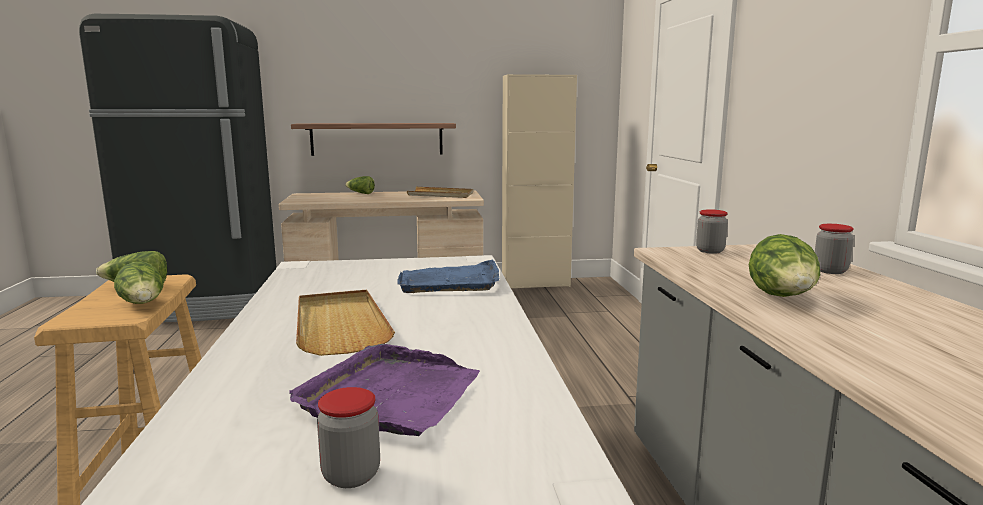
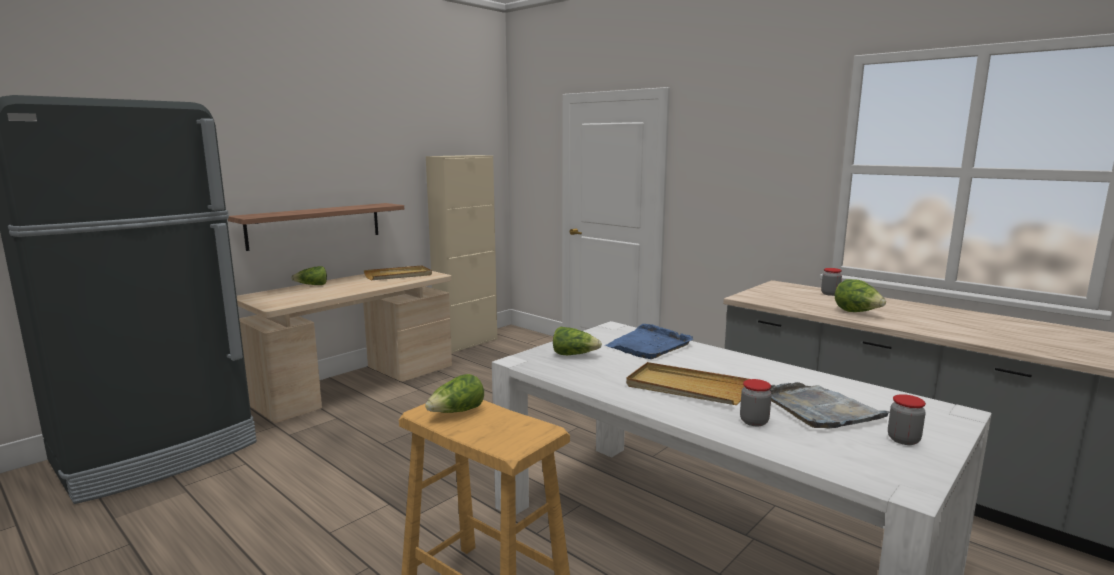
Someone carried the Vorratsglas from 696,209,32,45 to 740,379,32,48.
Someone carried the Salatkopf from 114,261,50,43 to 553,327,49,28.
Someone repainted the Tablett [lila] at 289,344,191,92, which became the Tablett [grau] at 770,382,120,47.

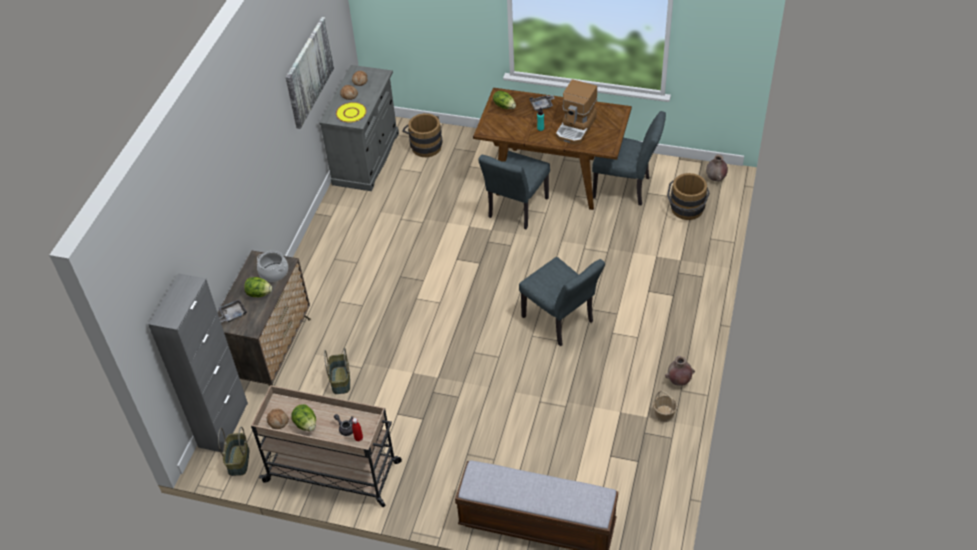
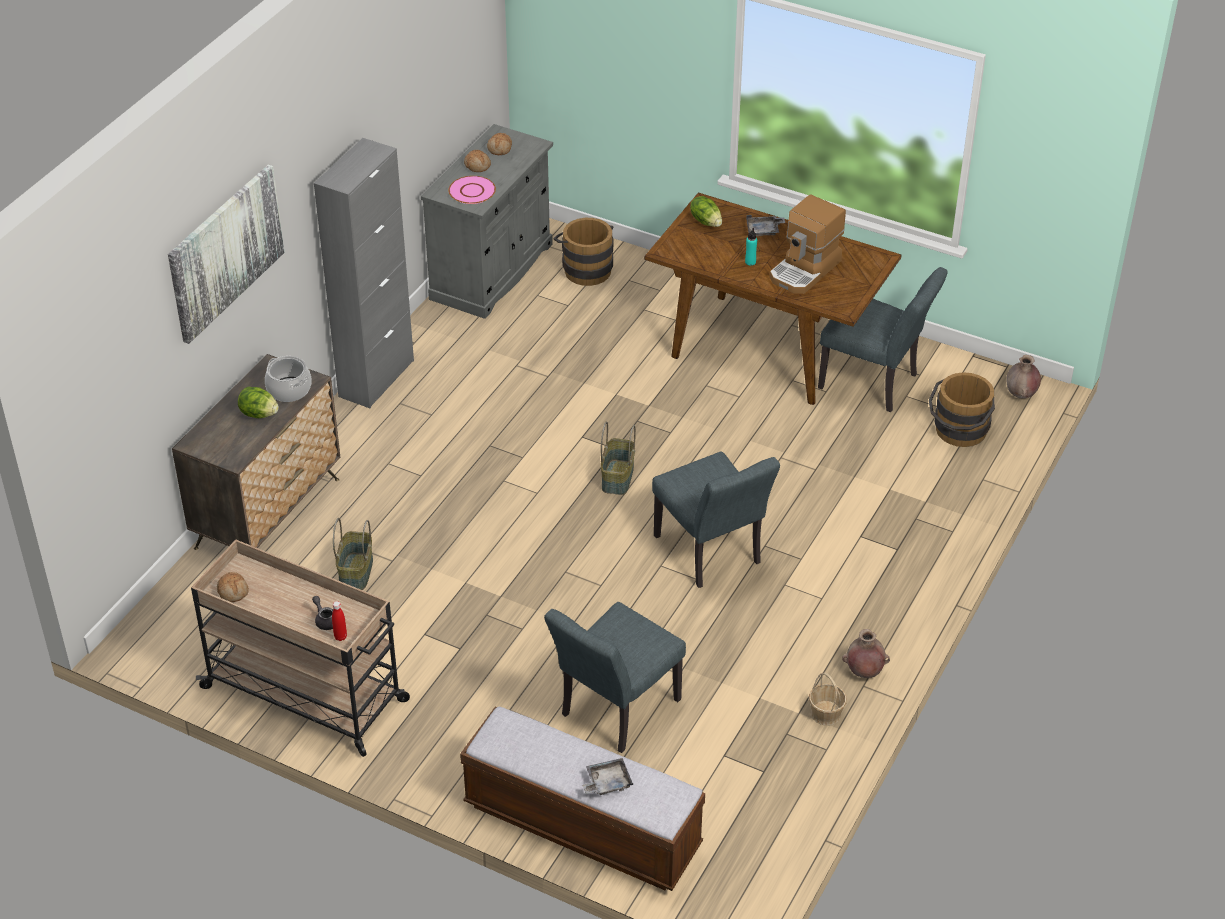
Someone carried the Bild from 286,17,48,112 to 168,165,117,179.
Someone repainted the Teller [gelb] at 336,102,31,21, which became the Teller [rosa] at 448,176,48,28.
Someone carried the Stuhl [grau] from 478,151,72,79 to 544,602,142,151.
Someone carried the Schrank [grau] from 148,273,100,180 to 314,138,100,270.
Someone carried the Tablett [grau] from 219,299,28,23 to 582,758,51,37.
Someone took away the Salatkopf at 291,404,25,27.
Someone carried the Korb from 218,427,31,49 to 601,421,35,74.

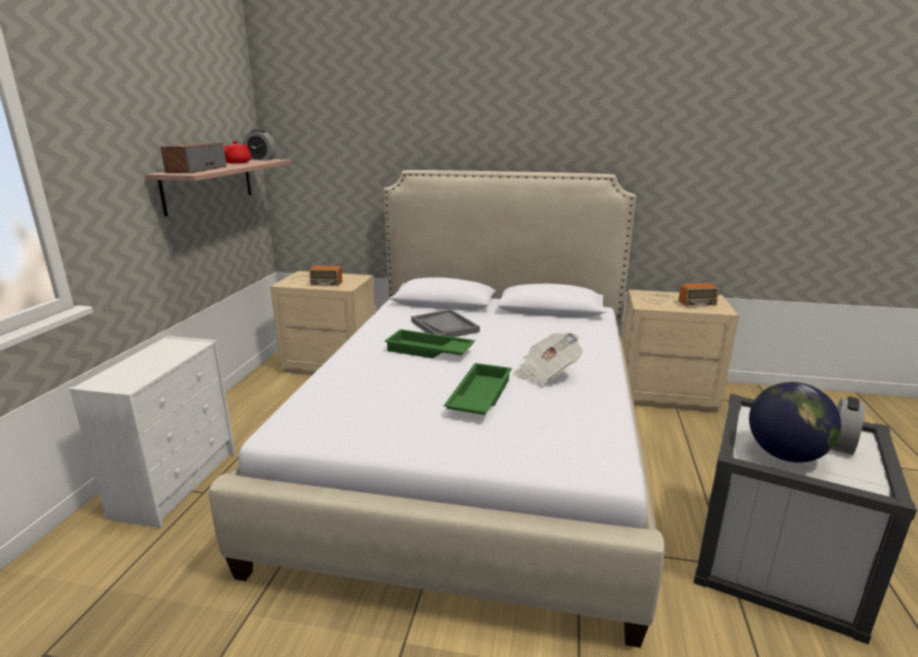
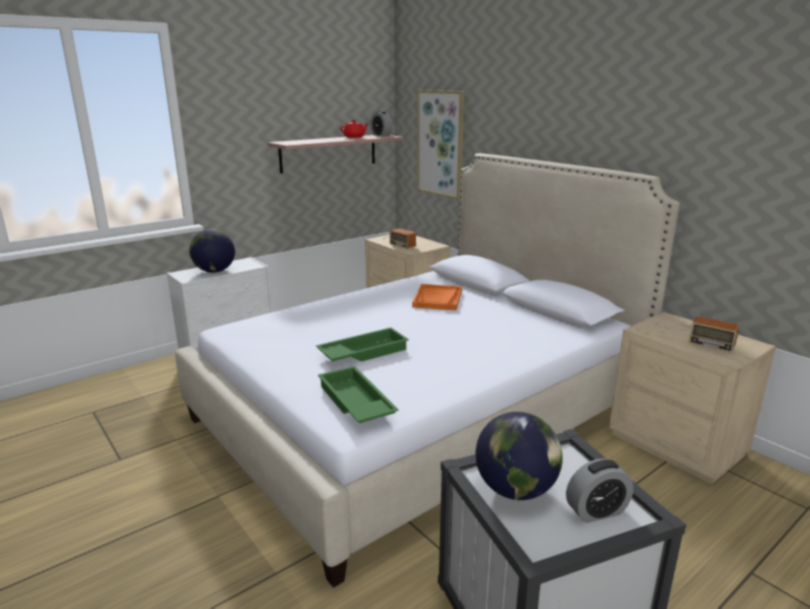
Someone took away the Lautsprecher at 160,143,66,31.
Someone repainted the Tablett [grau] at 411,309,69,28, which became the Tablett [orange] at 412,284,50,26.
Someone carried the Tablett [grün] from 385,329,90,29 to 318,366,81,57.
Someone took away the Zeitung at 514,333,68,51.
Someone put up the Bild at 418,90,46,110.
Someone put down the Globus at 189,229,46,44.

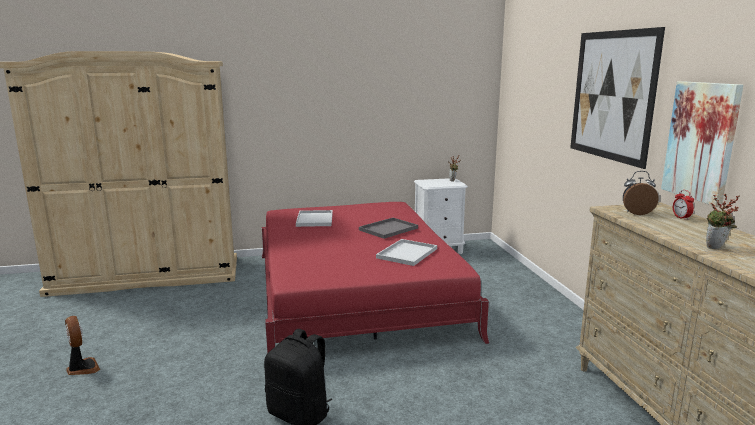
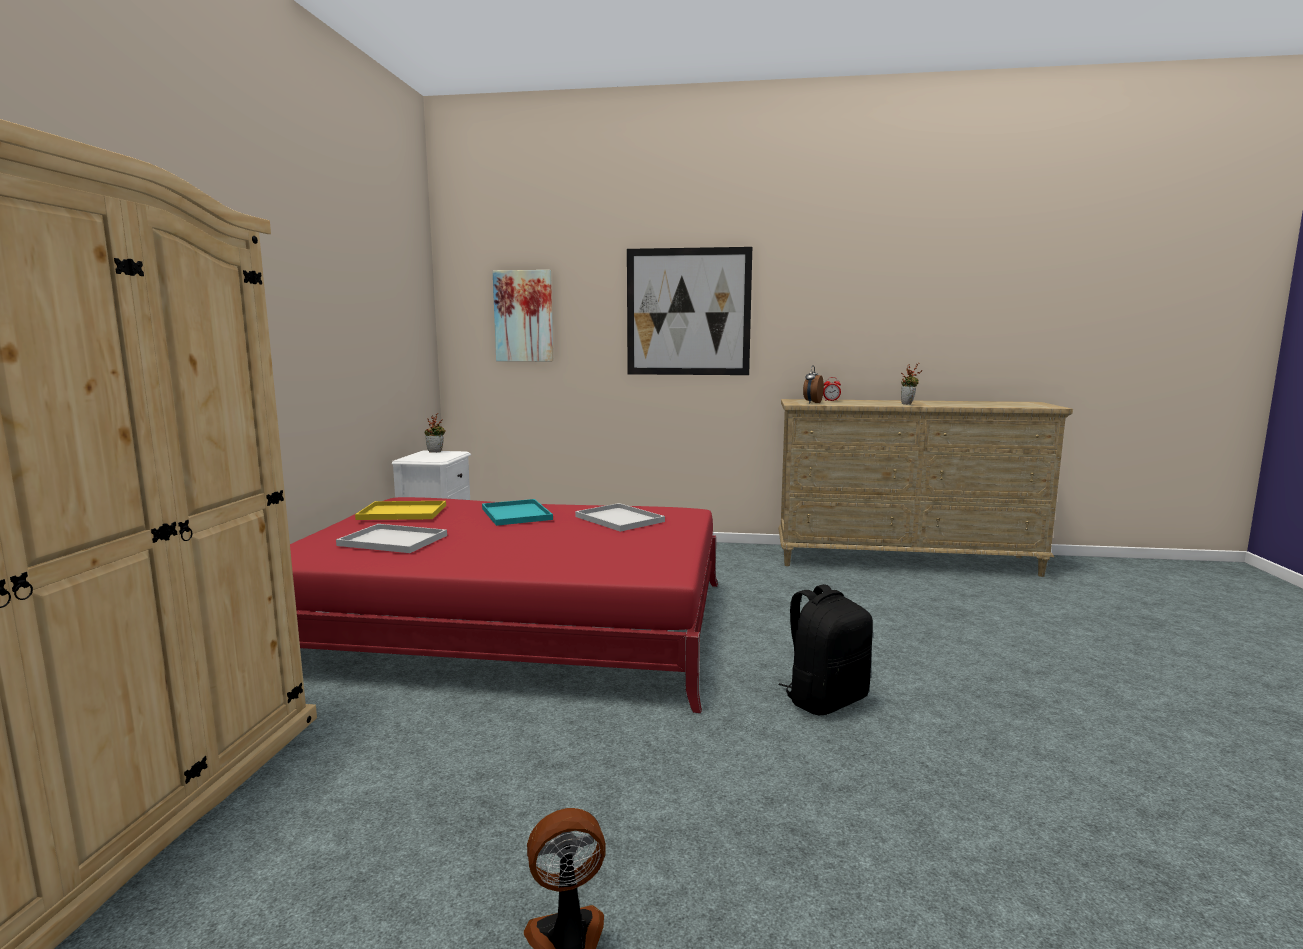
Someone carried the Bild from 661,81,83,126 to 493,270,60,91.
Someone repainted the Tablett [grau] at 359,218,59,21, which became the Tablett [türkis] at 482,499,71,27.
Someone put down the Tablett [gelb] at 355,501,91,19.

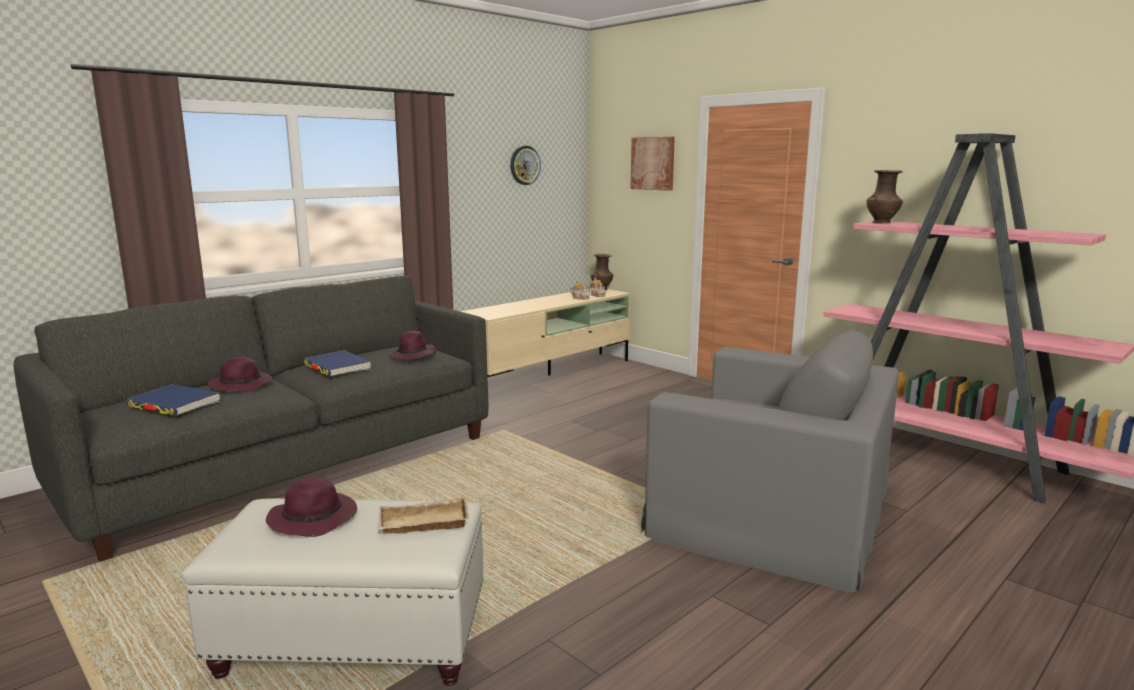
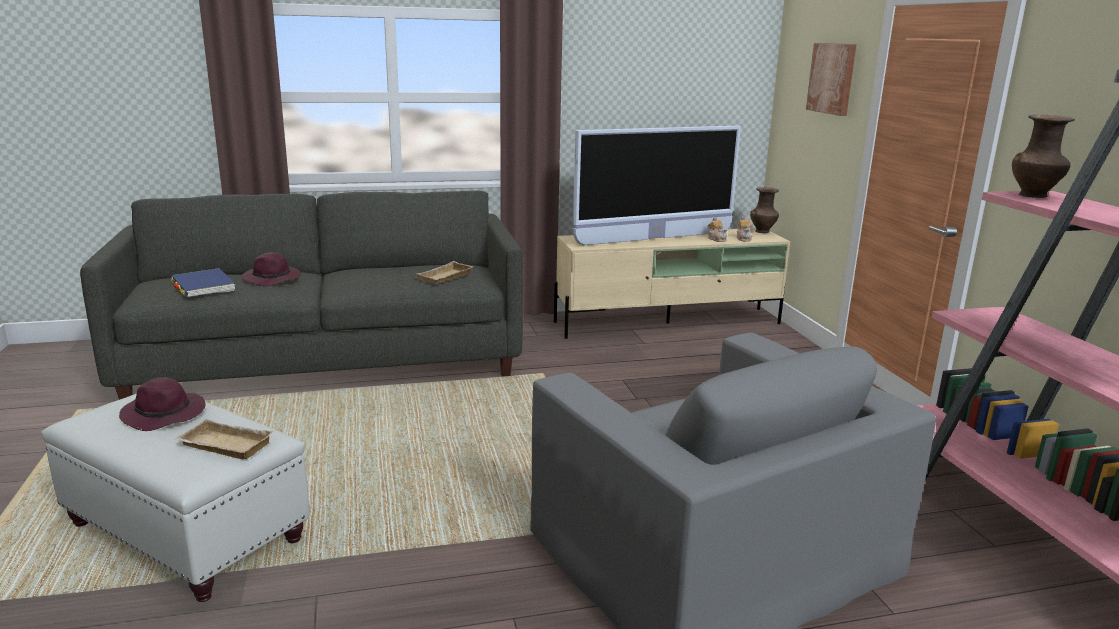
Someone took away the Wanduhr at 510,146,31,39.
Someone swapped the Hut [lila] at 389,331,47,29 for the Tablett [beige] at 416,261,57,23.
Someone took away the Buch [blau] at 303,350,68,27.
Someone put down the Fernseher at 573,126,168,119.

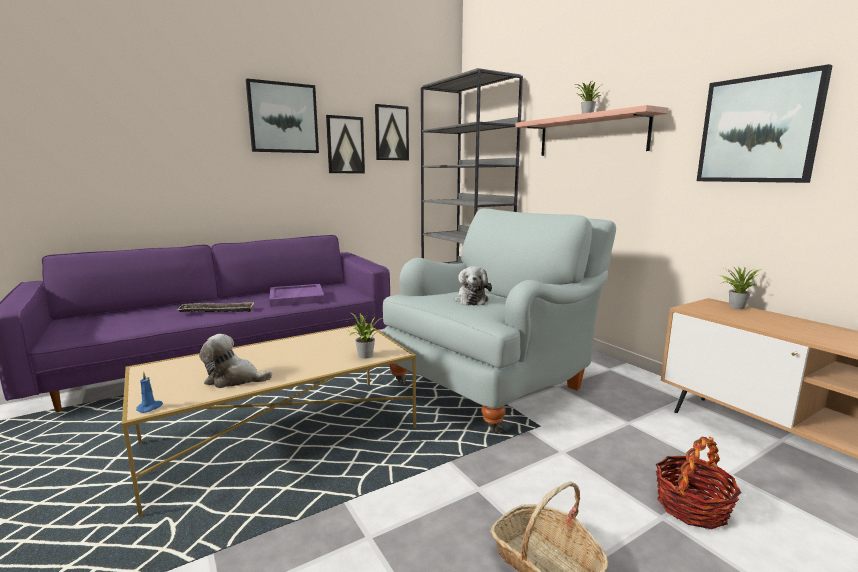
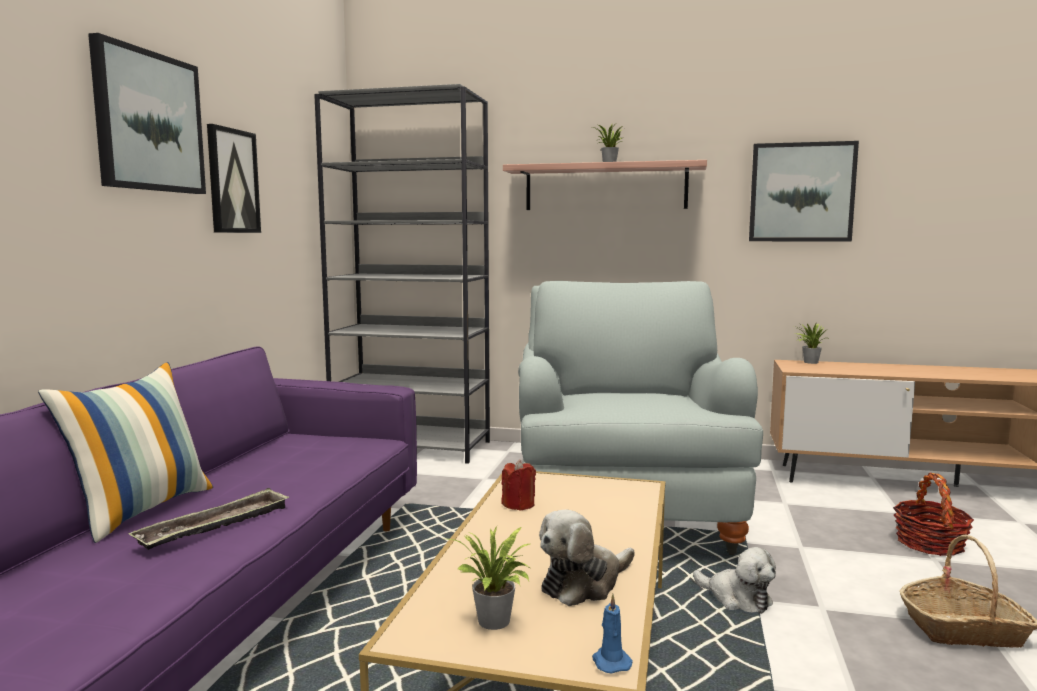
Someone took away the Bild at 375,104,34,56.
Someone carried the Plüschtier from 455,266,37,39 to 693,547,83,67.
Someone took away the Tablett [lila] at 269,284,56,23.
Someone carried the Topfpflanze from 347,313,35,46 to 449,526,81,104.
Someone put down the Kissen at 38,362,175,181.
Someone put down the Kerze [rot] at 501,460,35,51.

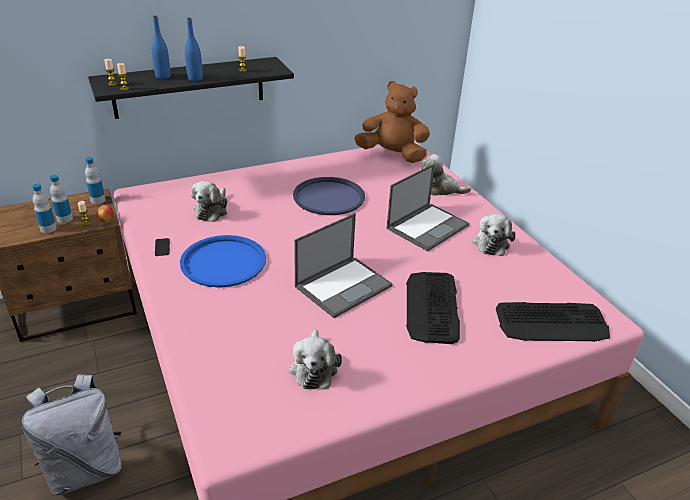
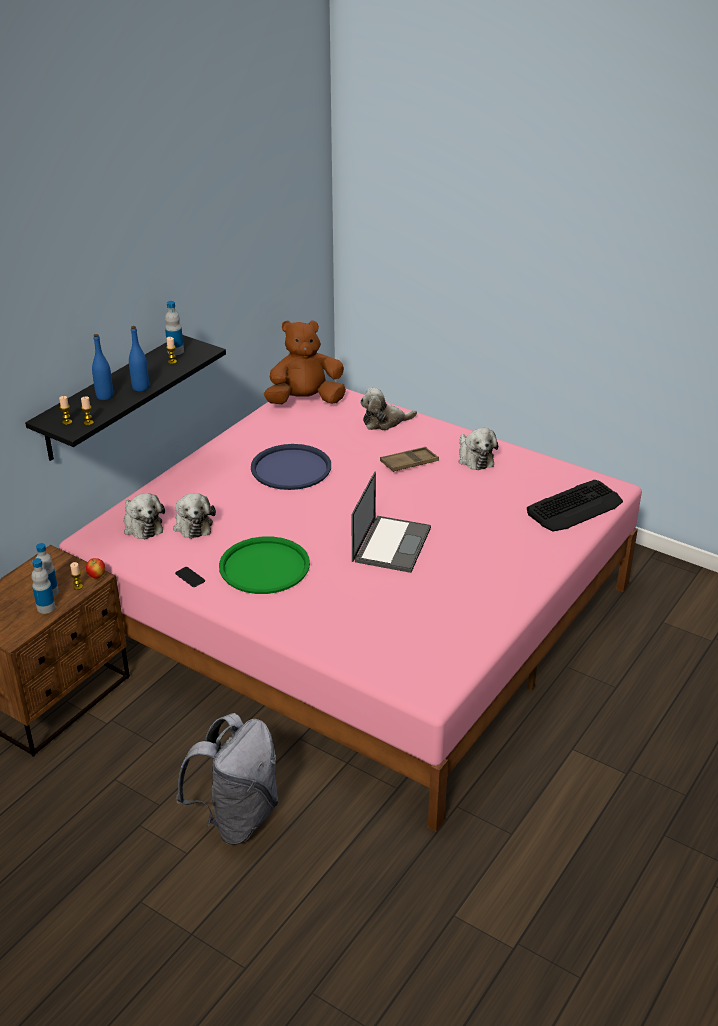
Someone carried the Flasche from 85,157,20,47 to 165,301,19,54.
Someone swapped the Laptop at 387,164,83,87 for the Tablett [braun] at 380,447,59,25.
Someone repainted the Tablett [blau] at 180,235,86,52, which became the Tablett [grün] at 219,536,91,58.
Someone took away the Tastatur at 406,272,54,72.
Someone carried the Plüschtier from 289,330,53,59 to 124,493,41,46.

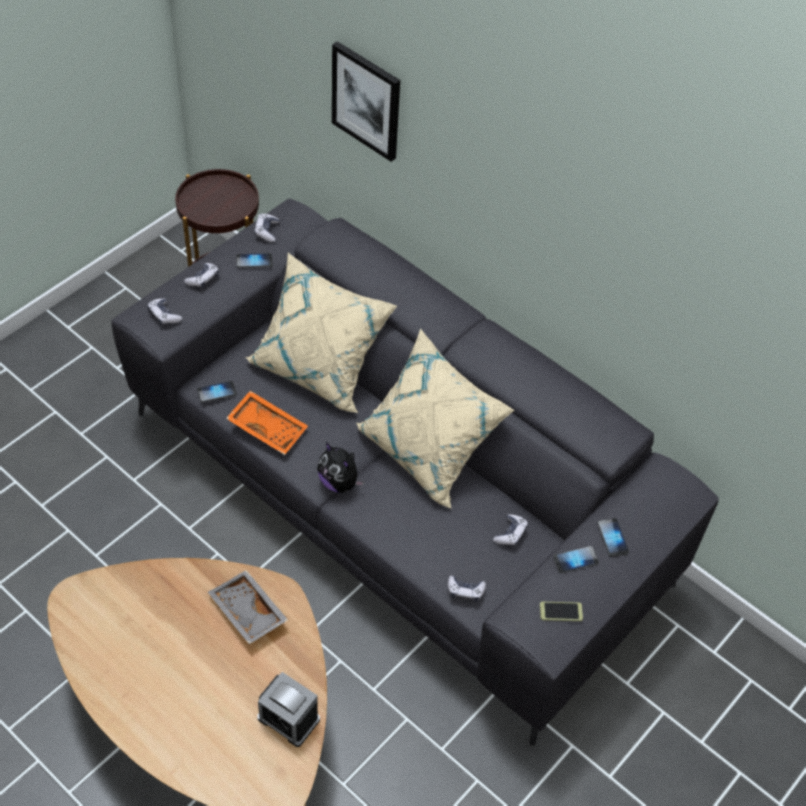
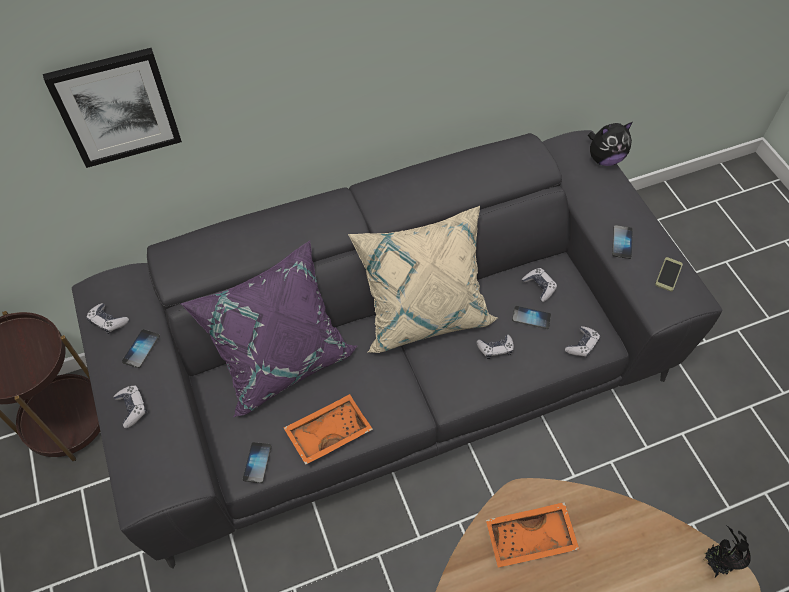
Someone repainted the Kissen [beige] at 245,253,152,160, which became the Kissen [lila] at 180,241,177,176.
Someone carried the Gamepad from 147,298,35,27 to 477,335,37,24.
Someone carried the Plüschtier from 317,442,47,51 to 588,122,45,44.
Someone carried the Handy from 598,518,31,39 to 512,306,39,23.
Someone repainted the Tablett [grau] at 208,570,80,74, which became the Tablett [orange] at 486,502,93,66.
Someone took away the Wecker at 257,672,63,75.
Someone put down the Topfpflanze at 705,525,46,52.

